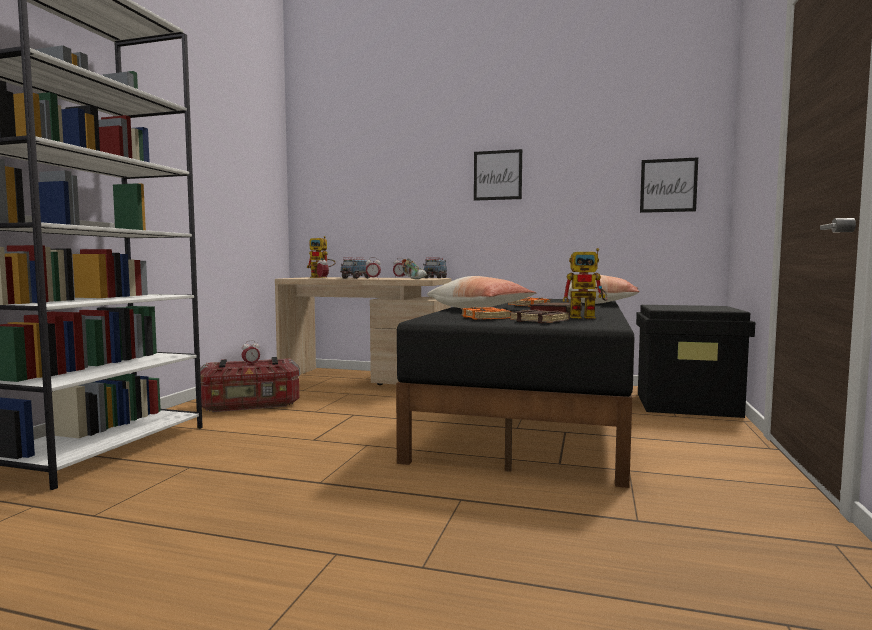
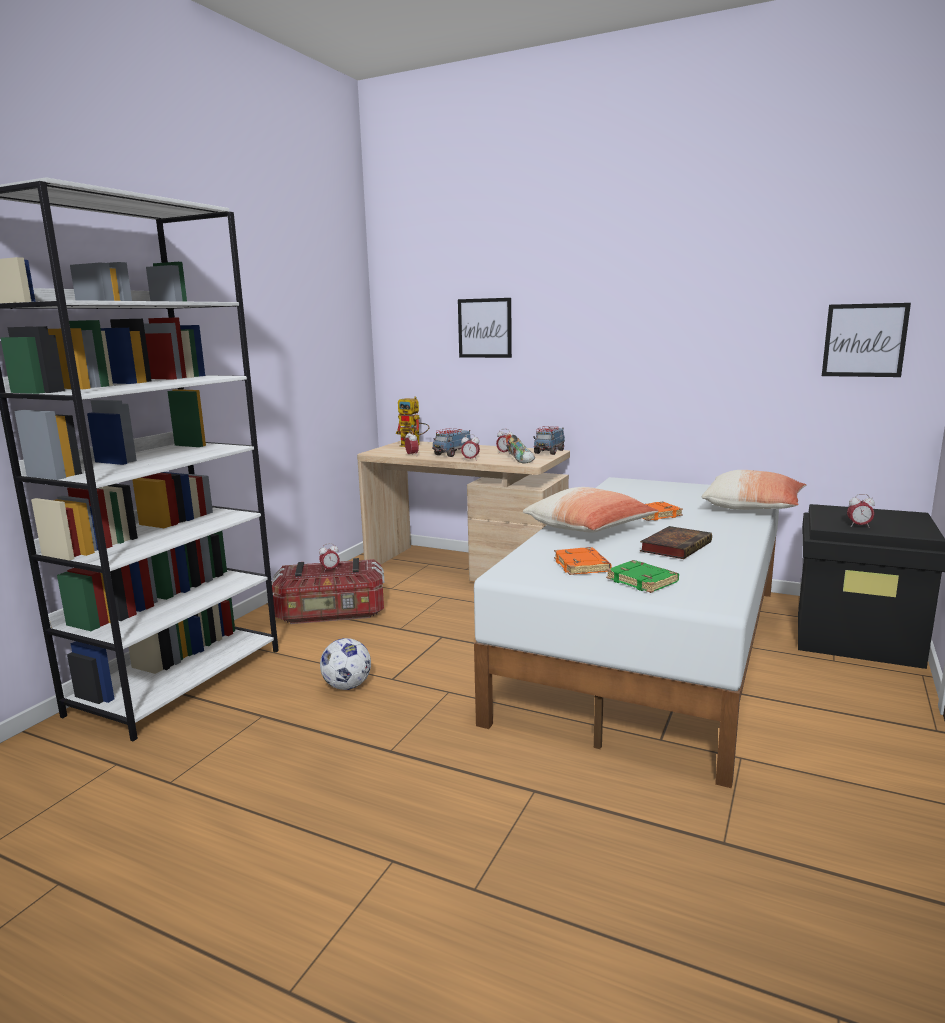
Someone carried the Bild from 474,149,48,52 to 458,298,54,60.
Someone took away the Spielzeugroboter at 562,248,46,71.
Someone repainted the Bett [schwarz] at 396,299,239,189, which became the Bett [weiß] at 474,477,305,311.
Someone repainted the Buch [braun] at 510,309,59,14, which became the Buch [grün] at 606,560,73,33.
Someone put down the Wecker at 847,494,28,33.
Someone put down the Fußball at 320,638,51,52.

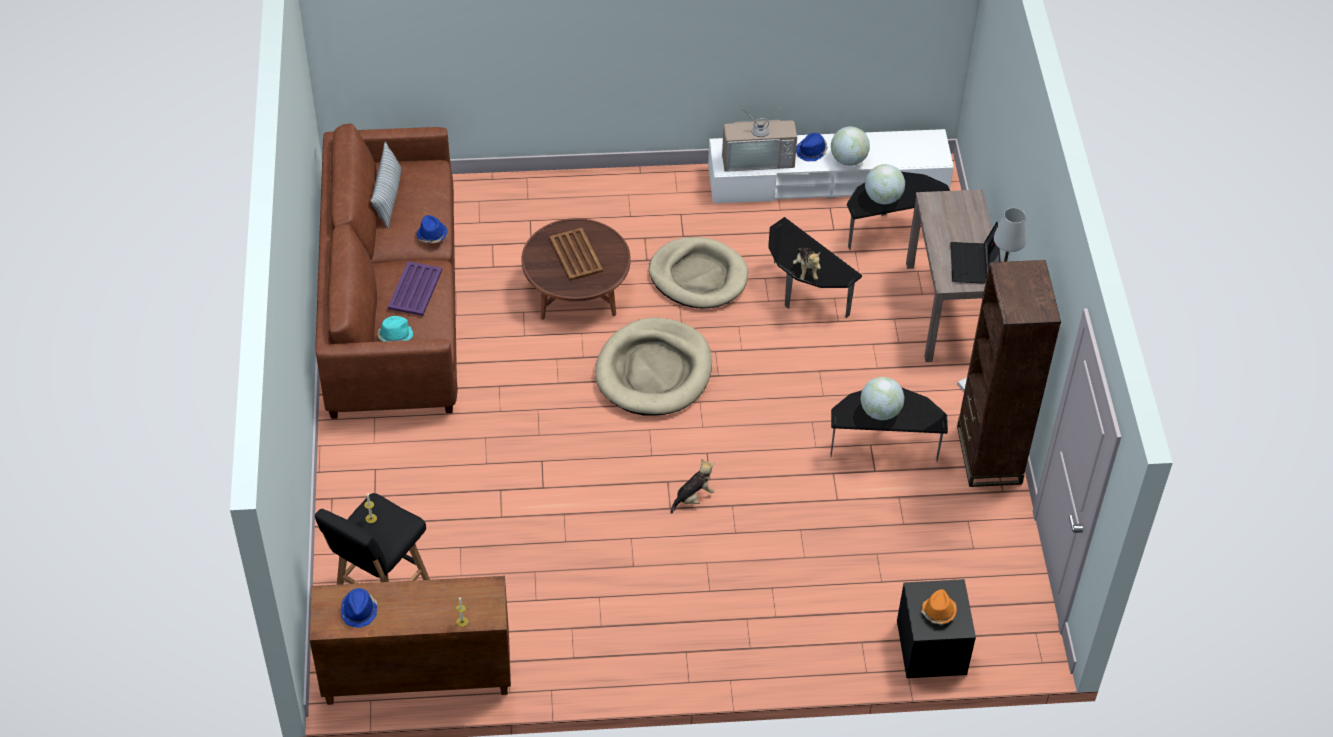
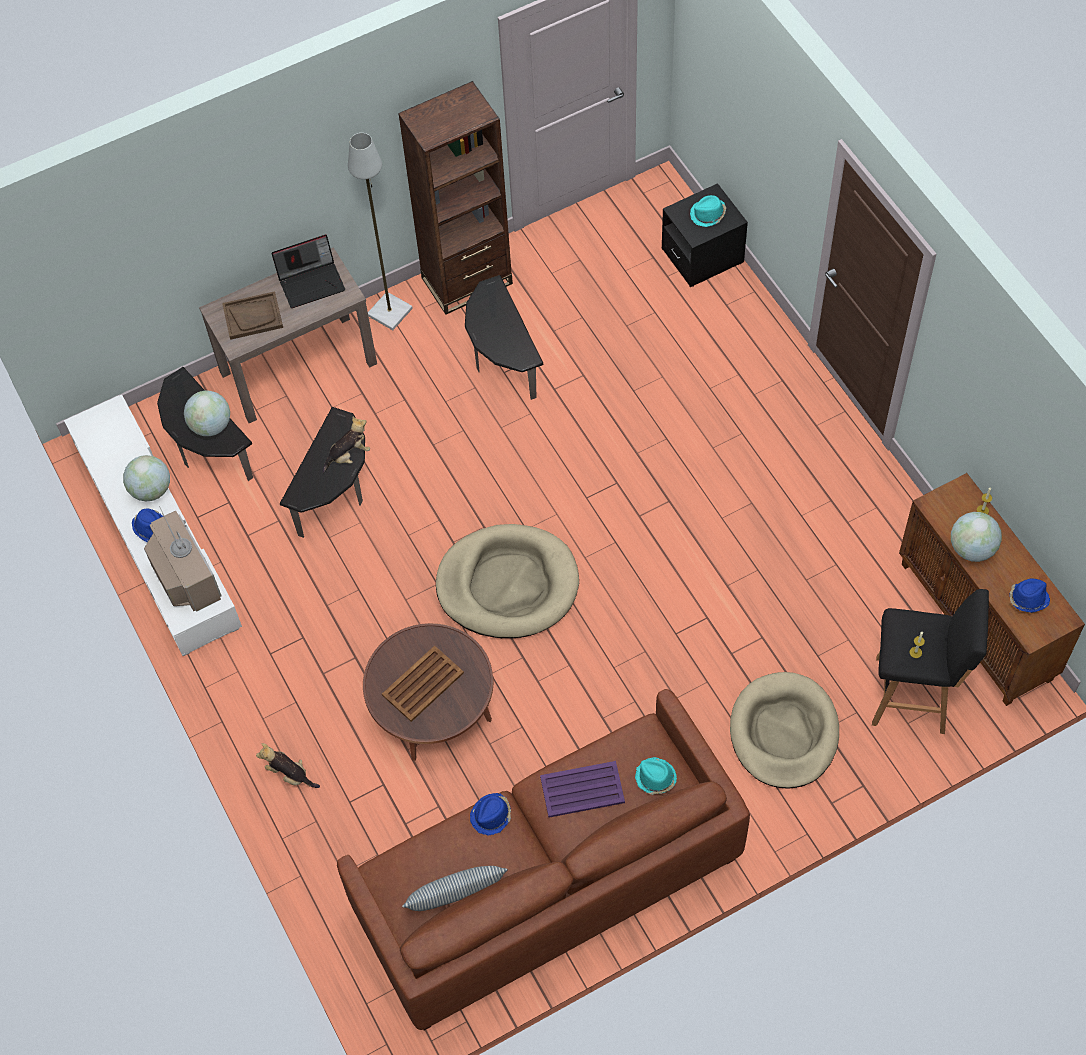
Someone carried the Hundebett [beige] from 649,237,99,71 to 730,672,109,116.
Someone carried the Globus from 861,377,43,43 to 951,512,51,50.
Someone carried the Plüschtier from 671,459,43,55 to 256,743,64,45.
Someone repainted the Hut [orange] at 921,589,36,35, which became the Hut [türkis] at 690,195,36,32.
Someone put down the Tablett [braun] at 222,291,61,49.

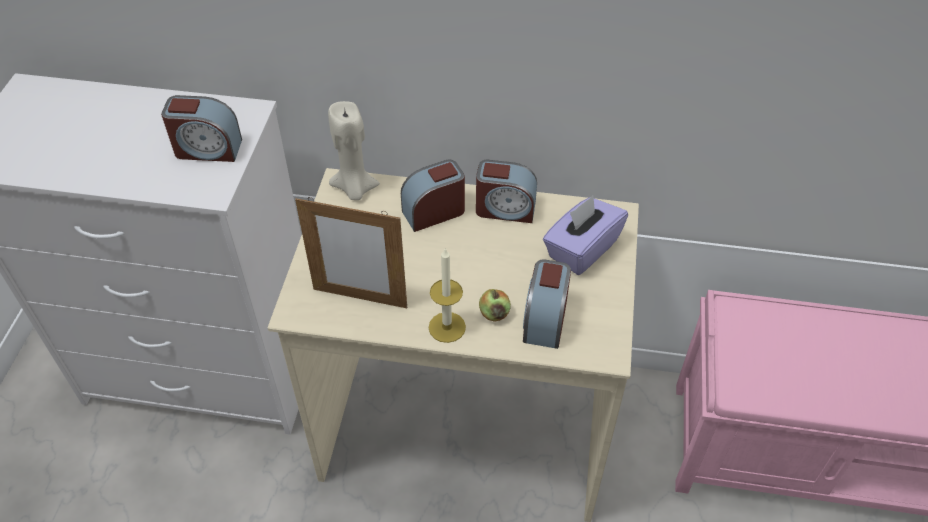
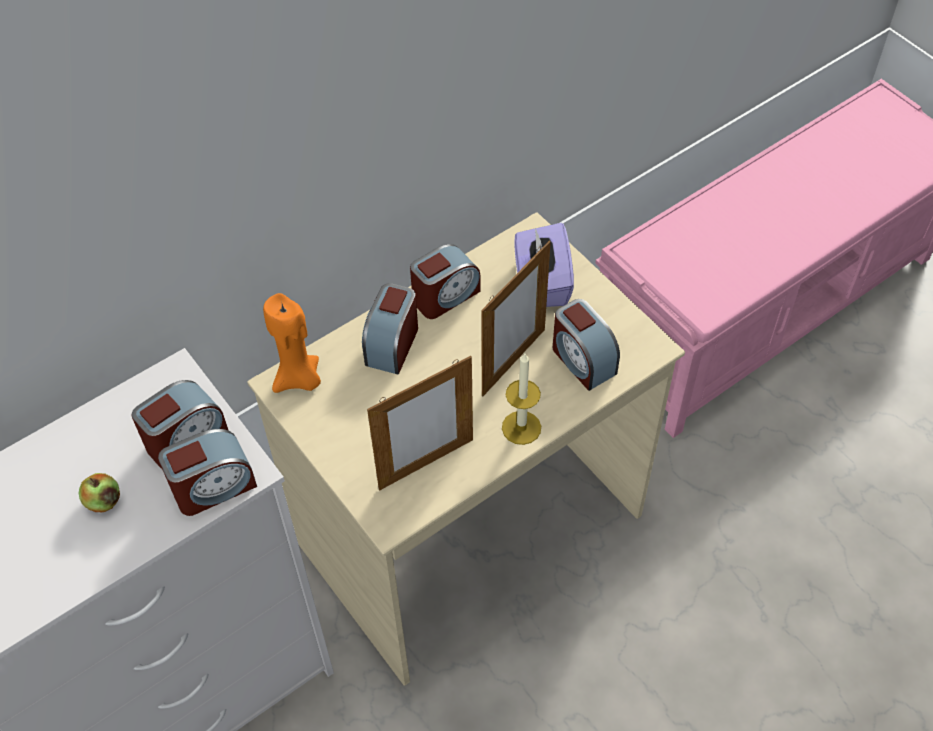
Someone repainted the Kerze [beige] at 328,101,52,99, which became the Kerze [orange] at 263,293,58,100.
Someone carried the Apfel from 479,289,32,33 to 79,473,41,39.
Someone put down the Bilderrahmen at 481,241,70,155.
Someone put down the Wecker at 158,429,99,87.

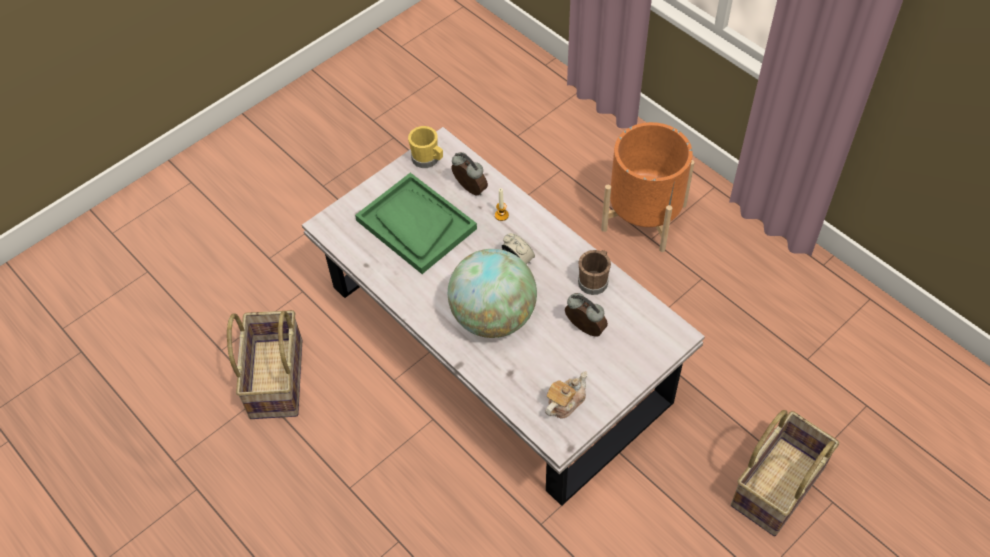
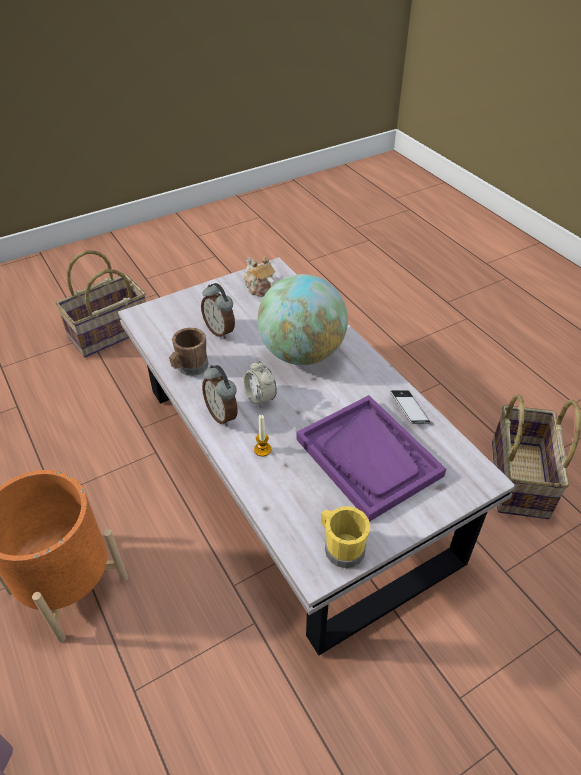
Someone carried the Wecker from 452,152,36,43 to 202,365,36,61.
Someone repainted the Tablett [grün] at 355,173,122,101, which became the Tablett [lila] at 296,395,150,127.
Someone rotated the Teekanne at 545,371,43,48 by 90 degrees clockwise.
Someone put down the Handy at 390,390,40,34.

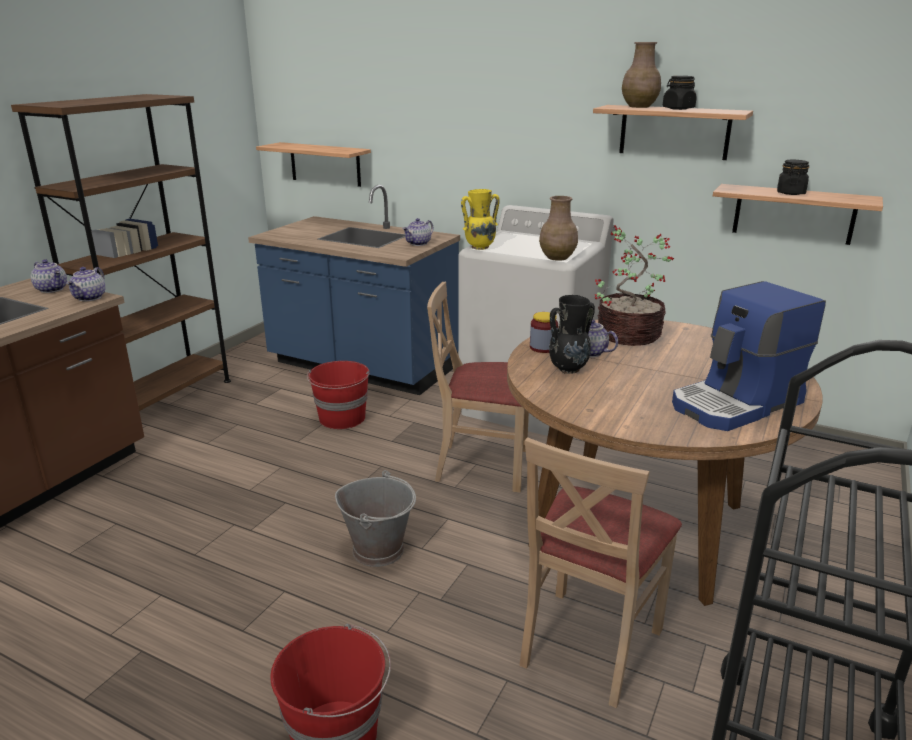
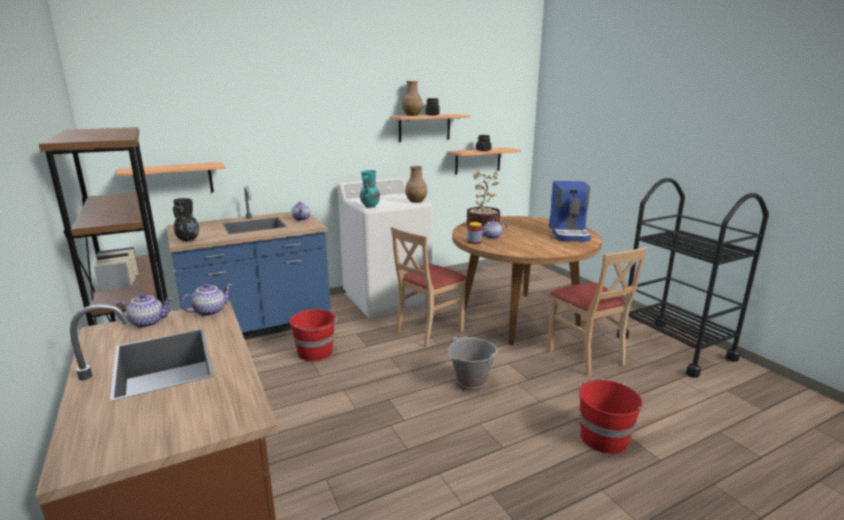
Someone repainted the Vase [gelb] at 461,189,39,61, which became the Vase [türkis] at 360,170,20,38.
Someone rotated the Teekanne at 66,267,39,34 by 90 degrees counterclockwise.
Someone carried the Vase [schwarz] from 549,295,46,79 to 173,198,26,44.

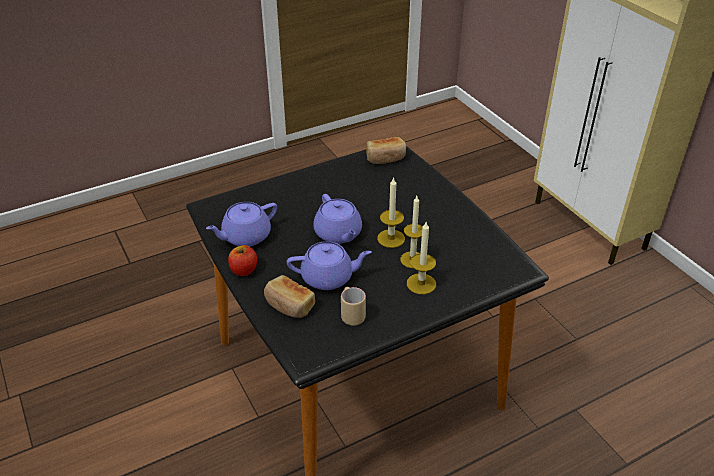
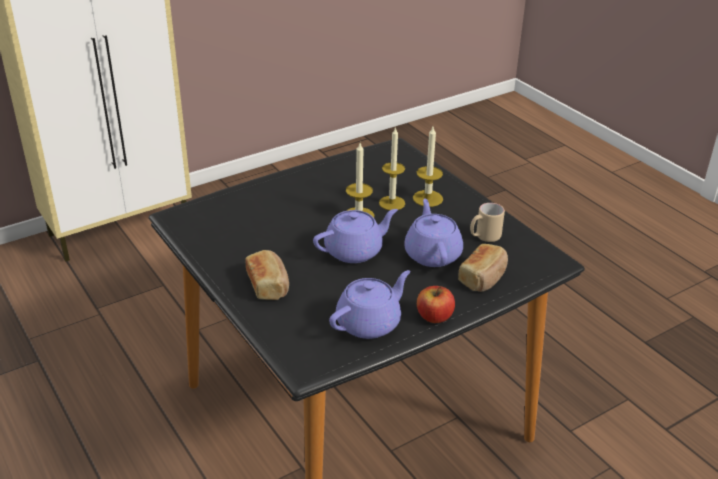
Someone carried the Brot from 366,137,40,27 to 245,250,44,50.
Someone rotated the Teekanne [lila] at 206,202,71,45 by 90 degrees counterclockwise.

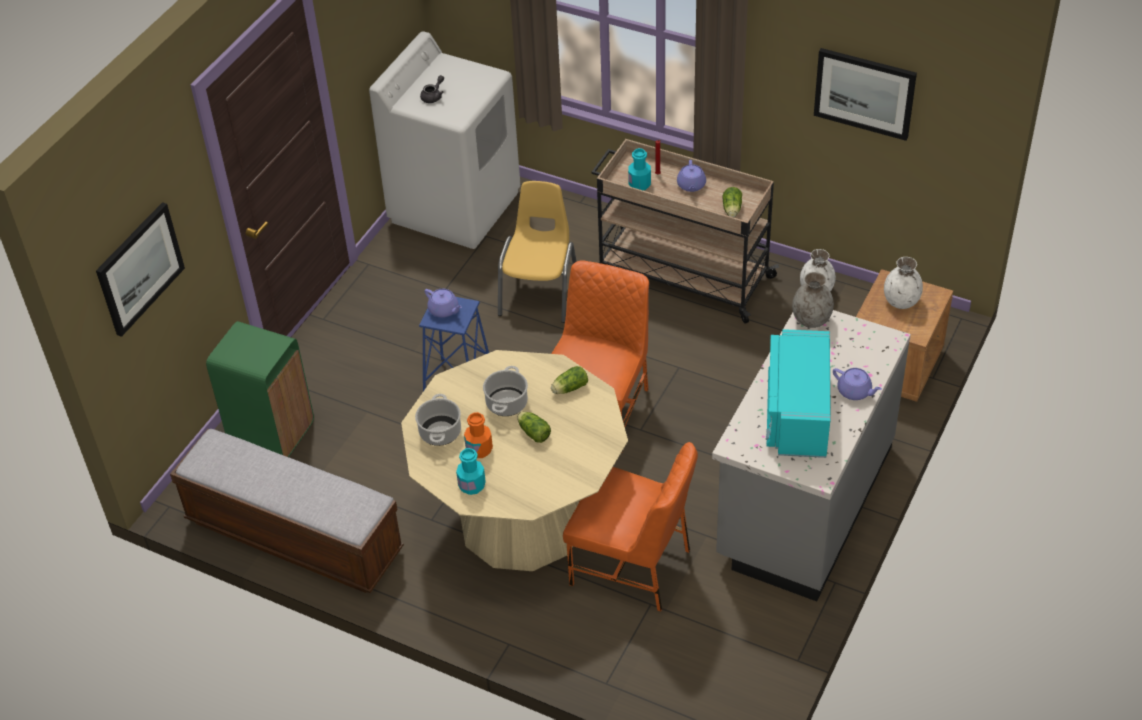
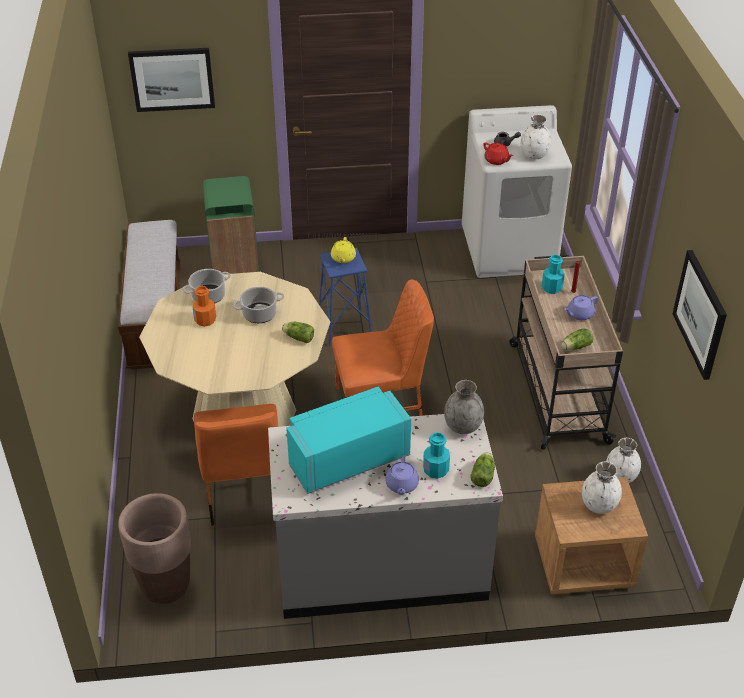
Someone took away the Stuhl [gelb] at 498,181,79,142.
Someone repainted the Teekanne [lila] at 424,289,38,29, which became the Teekanne [gelb] at 331,237,25,26.
Someone carried the Salatkopf from 517,412,34,31 to 470,452,25,35.
Someone carried the Flasche [türkis] from 456,448,30,47 to 423,432,27,47.
Someone put down the Vase [weiß] at 521,115,30,44.
Someone put down the Teekanne [rot] at 483,142,30,23.
Someone put down the Pflanzkübel [braun] at 118,493,73,111.

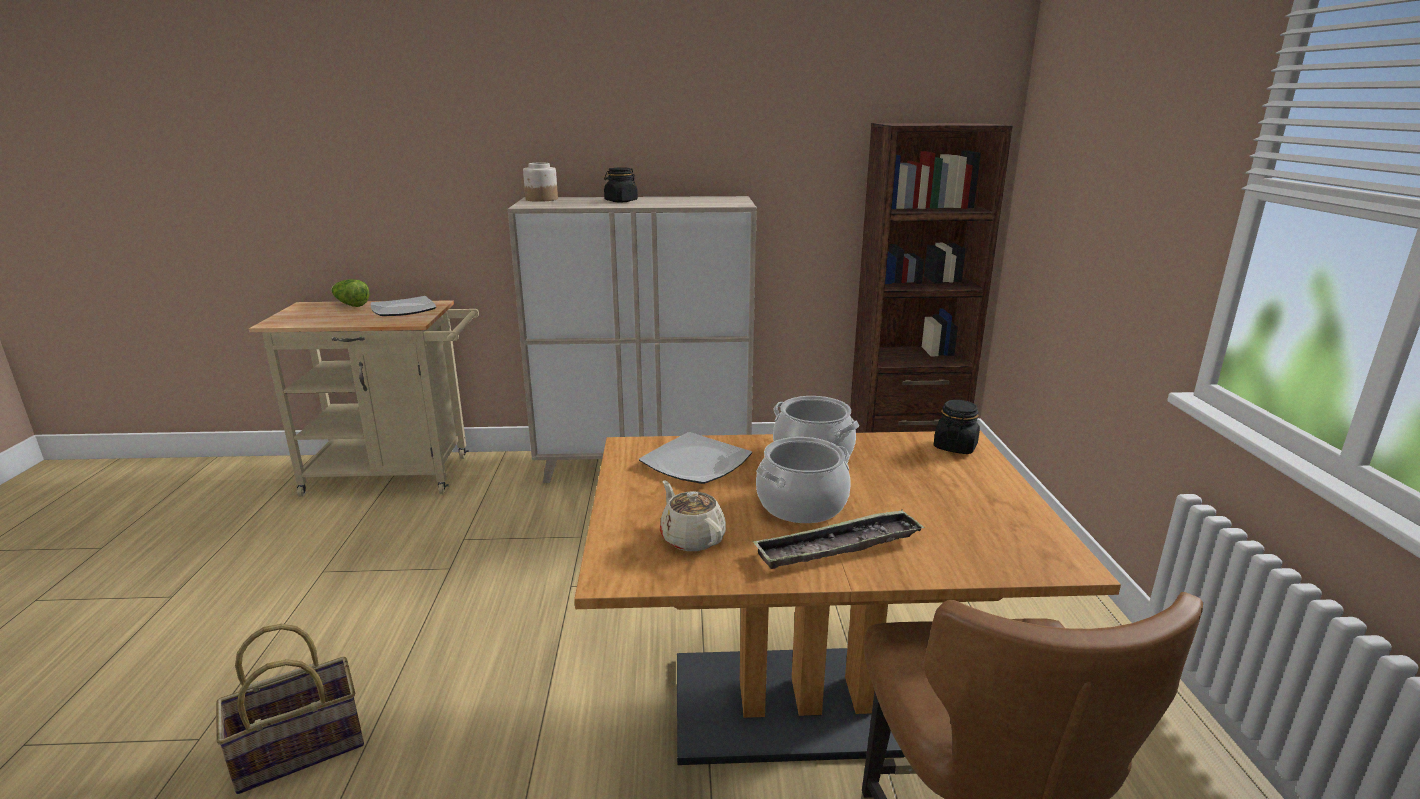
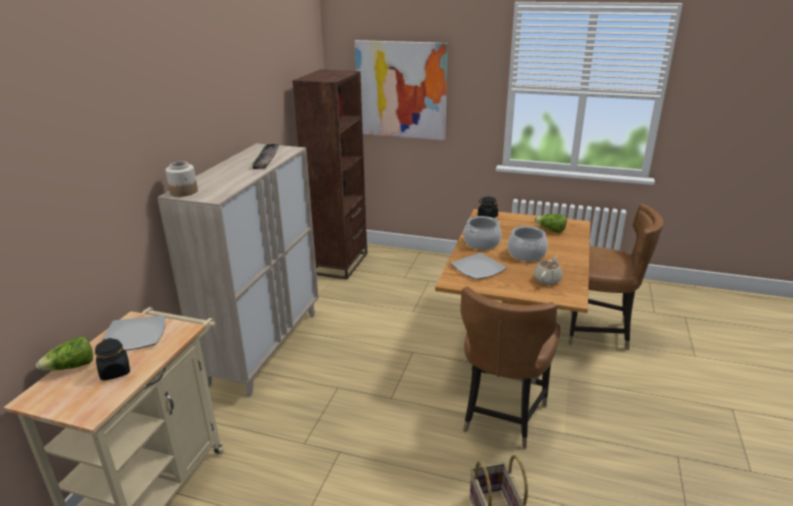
Someone carried the Vorratsglas [schwarz] from 604,167,34,35 to 95,338,35,43.
Someone rotated the Teekanne [beige] at 660,480,66,71 by 135 degrees clockwise.
Someone carried the Tablett from 754,509,171,60 to 251,143,29,26.
Someone put up the Bild at 355,40,93,100.
Someone put down the Salatkopf at 534,214,33,19.
Someone put down the Stuhl [braun] at 460,287,100,162.

